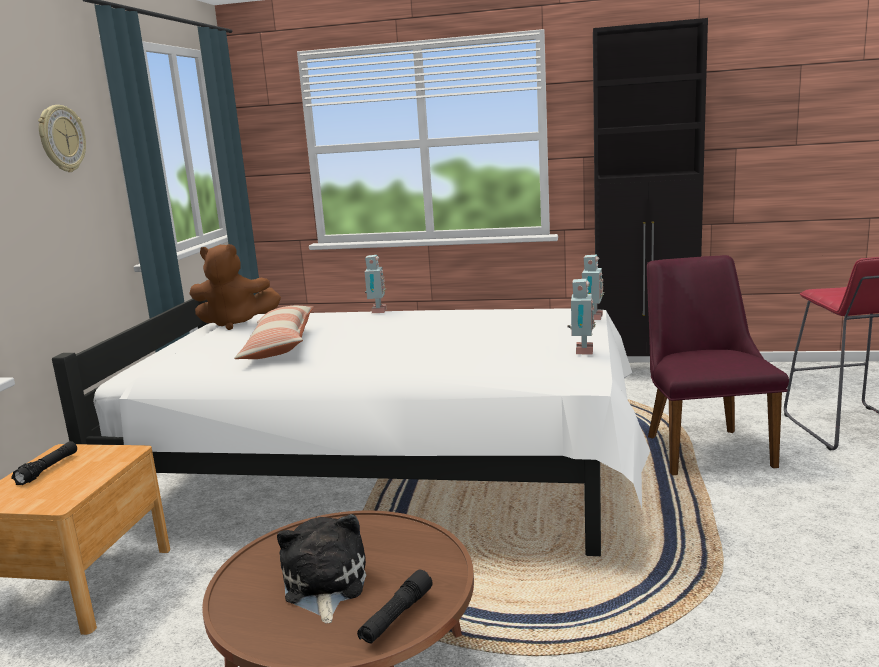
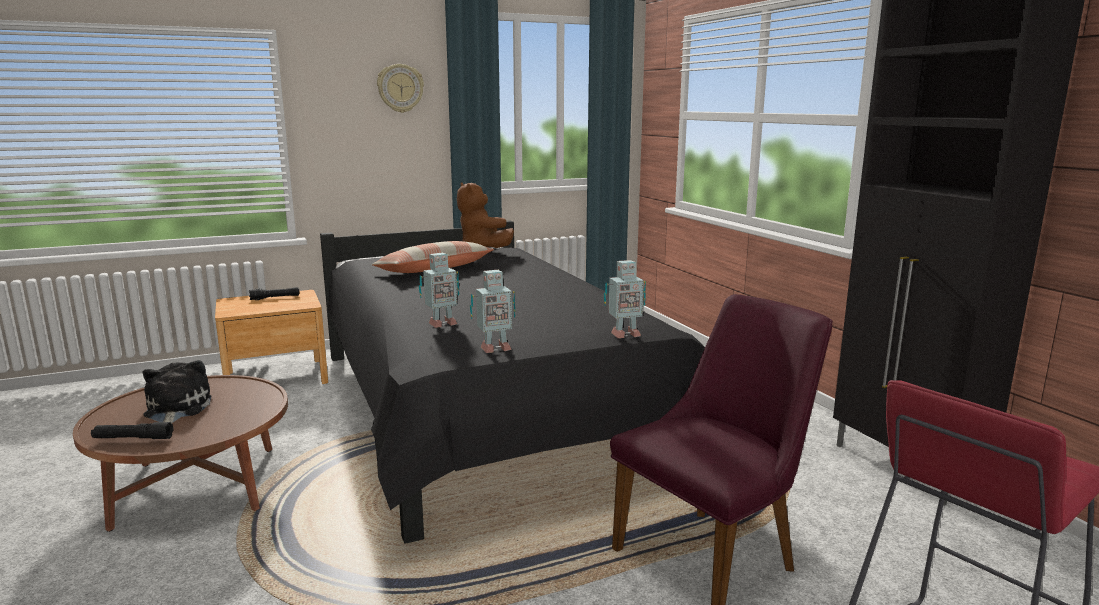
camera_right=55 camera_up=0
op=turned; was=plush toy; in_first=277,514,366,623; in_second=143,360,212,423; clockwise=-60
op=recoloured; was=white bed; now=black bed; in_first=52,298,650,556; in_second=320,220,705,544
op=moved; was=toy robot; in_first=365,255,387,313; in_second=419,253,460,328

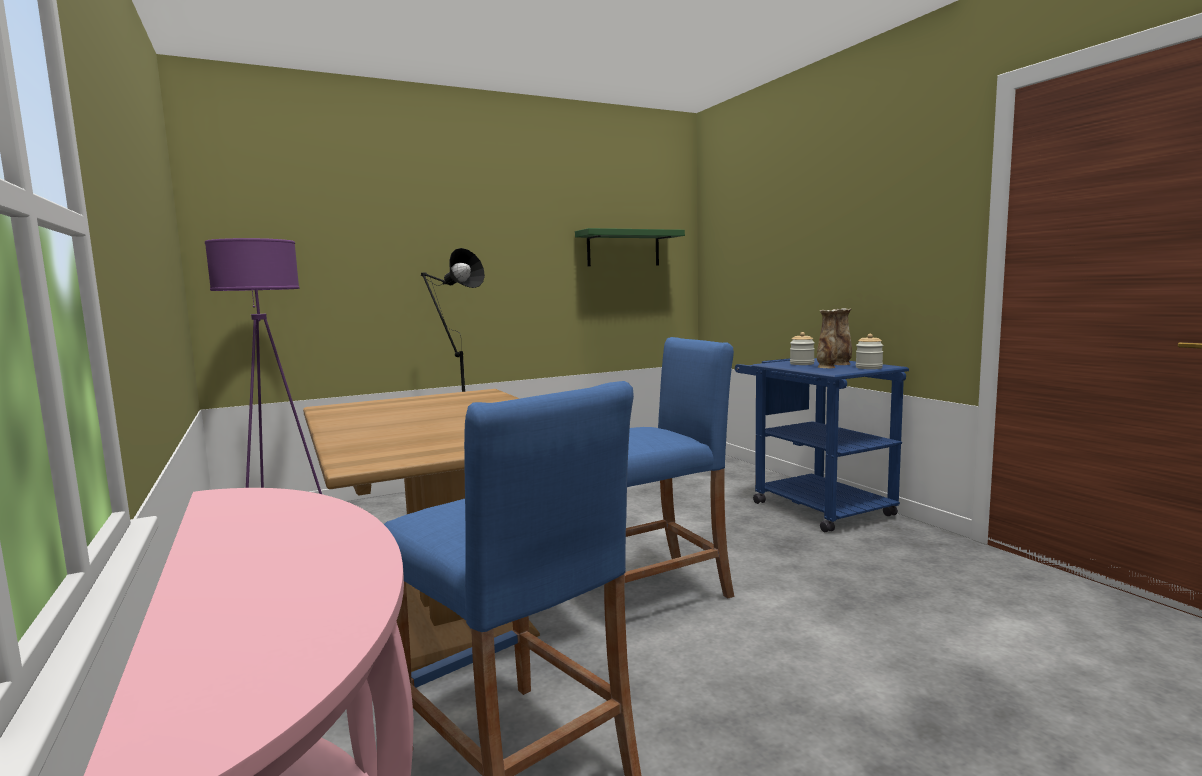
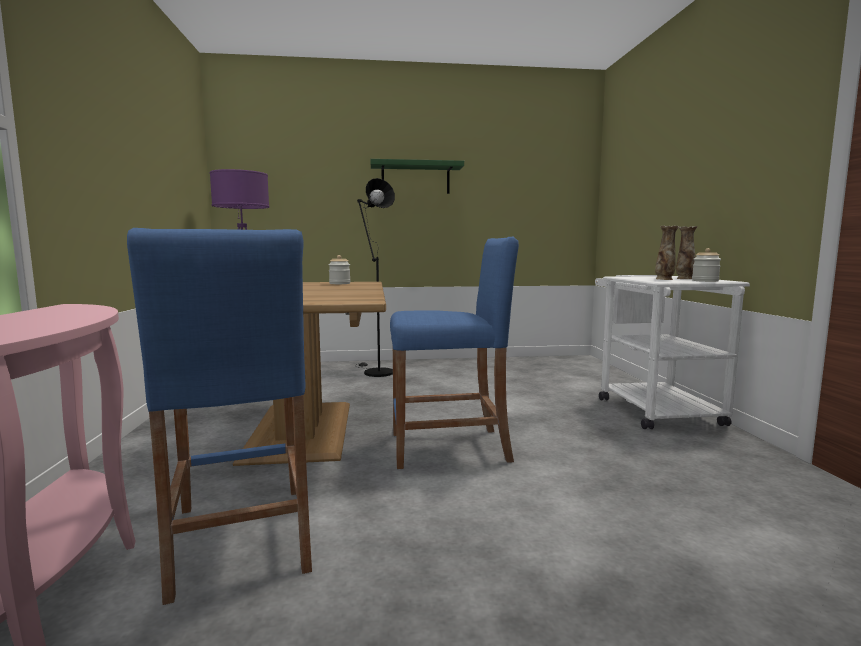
camera_right=20 camera_up=0
op=moved; was=jar; in_first=790,332,815,365; in_second=329,255,351,284
op=moved; was=green shelf; in_first=575,228,685,266; in_second=370,159,464,194
op=recoloured; was=blue cart; now=white cart; in_first=735,358,909,532; in_second=595,275,750,429

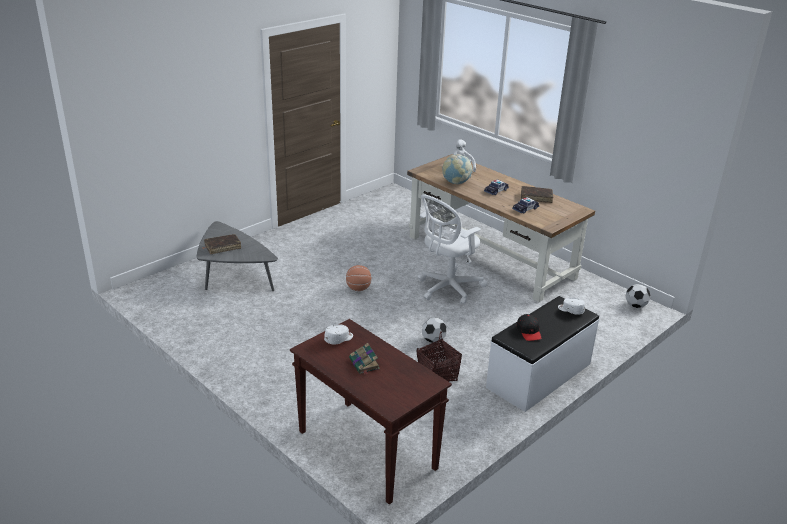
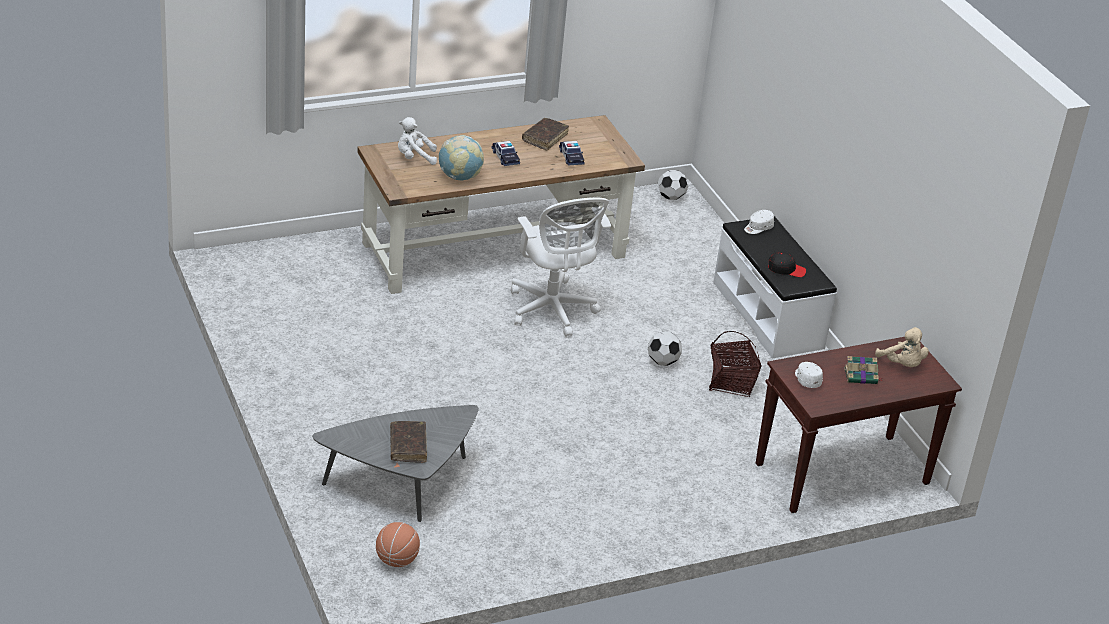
camera_right=-70 camera_up=5
op=moved; was=basketball; in_first=346,265,371,291; in_second=376,522,420,567
op=added; now=beige plush toy; in_second=875,327,929,367

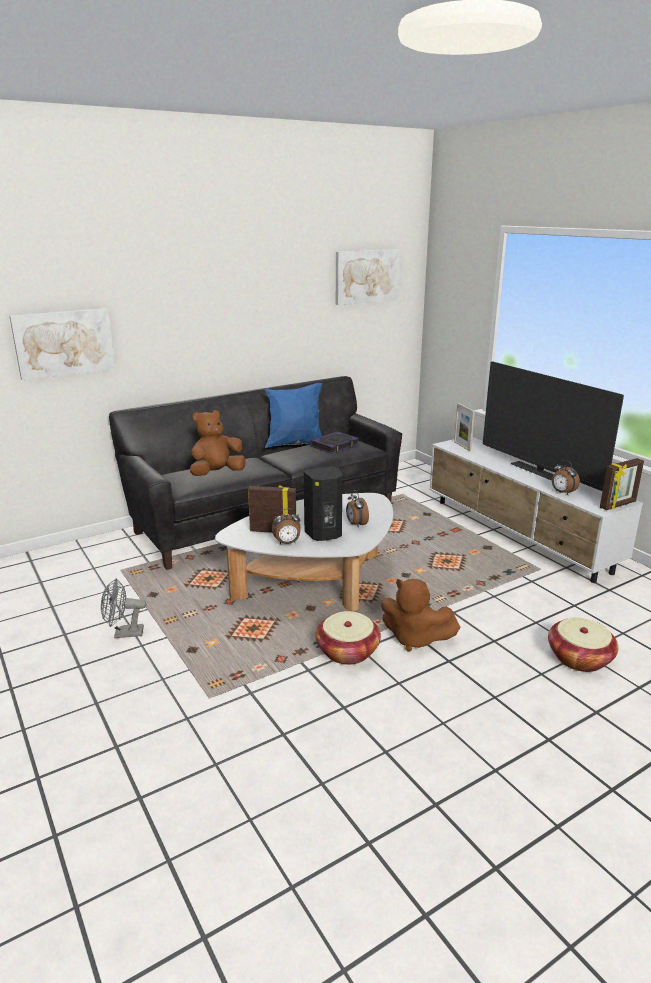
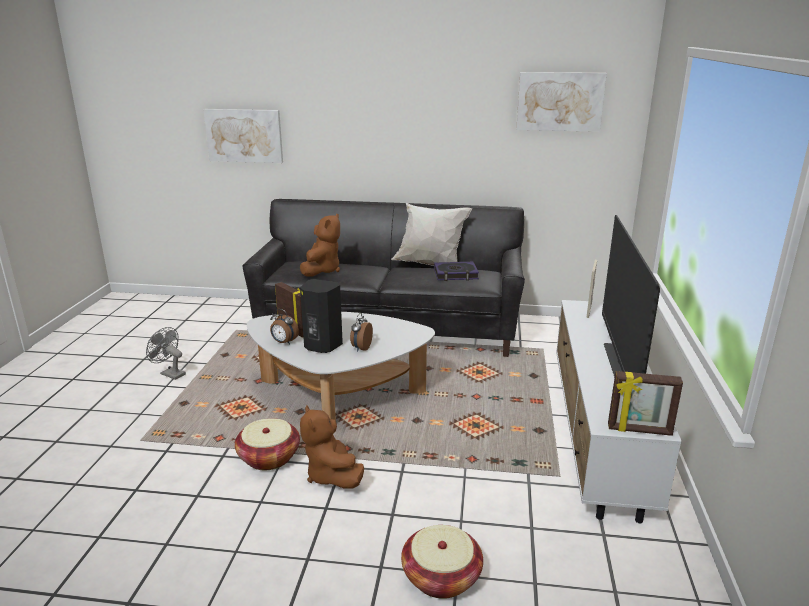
camera_right=40 camera_up=0
op=turned; was=brown plush toy; in_first=190,410,246,476; in_second=300,214,340,277; clockwise=105
op=recoloured; was=blue pillow; now=white pillow; in_first=264,383,322,448; in_second=391,203,472,266
op=removed; was=alarm clock; in_first=552,460,580,495

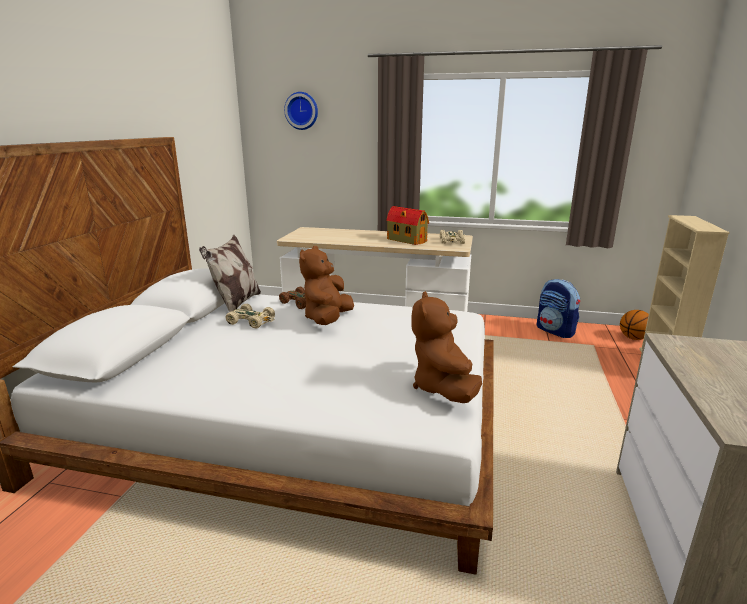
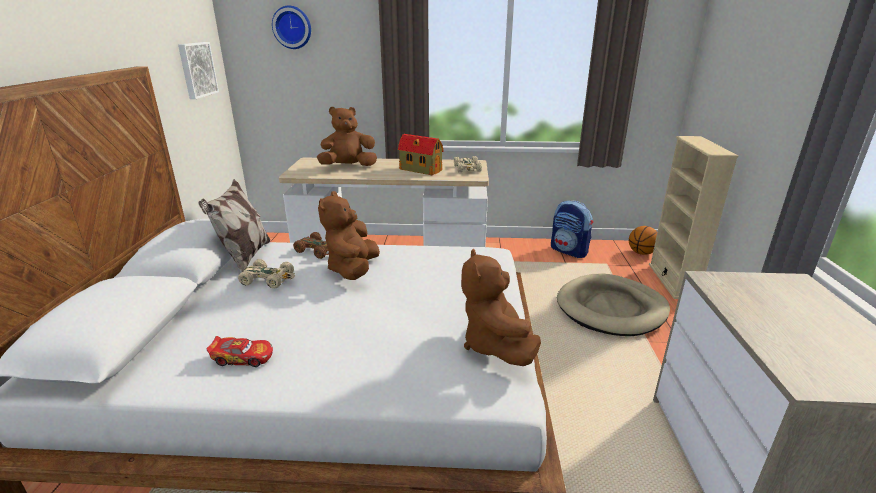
camera_right=-10 camera_up=5
op=added; now=picture; in_second=178,42,219,99
op=added; now=toy car; in_second=206,336,273,367
op=added; now=brown plush toy; in_second=317,107,377,166
op=added; now=beige dog bed; in_second=557,273,670,336

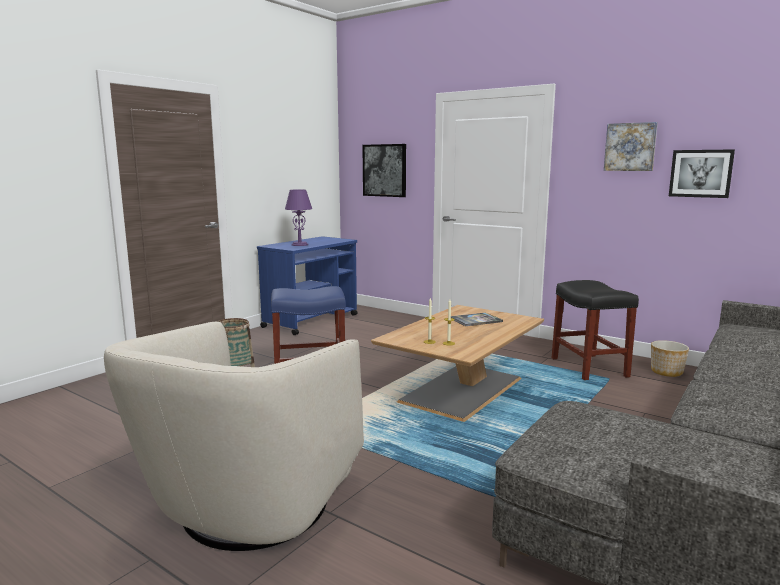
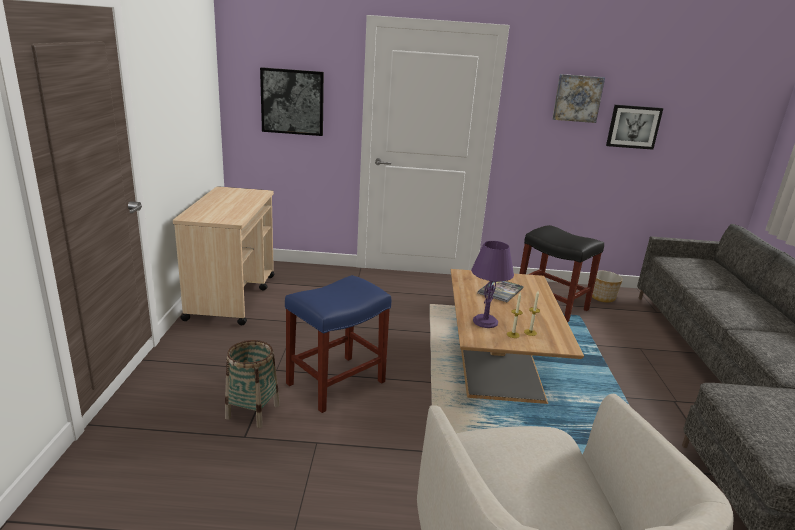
camera_right=-35 camera_up=10
op=recoloured; was=blue cart; now=beige cart; in_first=257,236,358,335; in_second=173,186,275,325
op=moved; was=purple table lamp; in_first=285,189,312,246; in_second=471,241,514,328

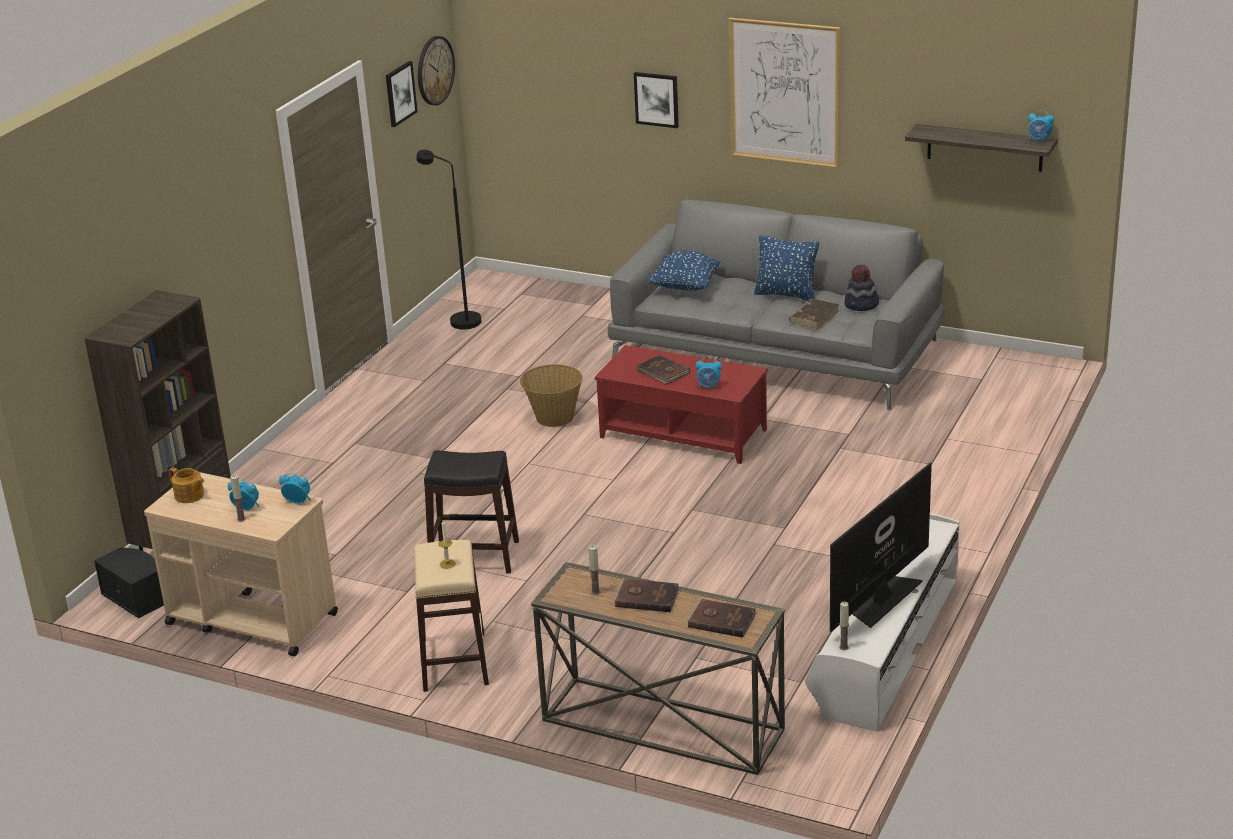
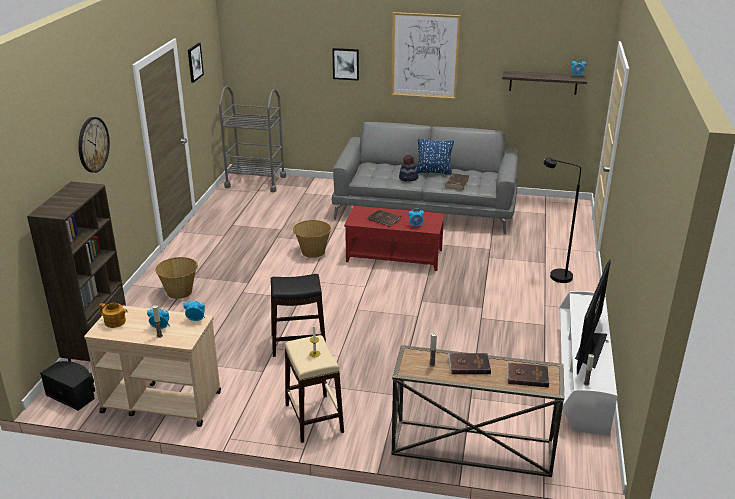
camera_right=-15 camera_up=0
op=moved; was=wall clock; in_first=418,36,455,105; in_second=78,117,110,173
op=added; now=basket; in_second=155,257,198,299
op=added; now=grey cart; in_second=219,86,286,192
op=moved; was=hat; in_first=844,265,879,311; in_second=399,155,419,182
op=moved; was=black floor lamp; in_first=416,150,481,329; in_second=544,157,581,283
op=removed; was=blue pillow; in_first=647,251,722,291

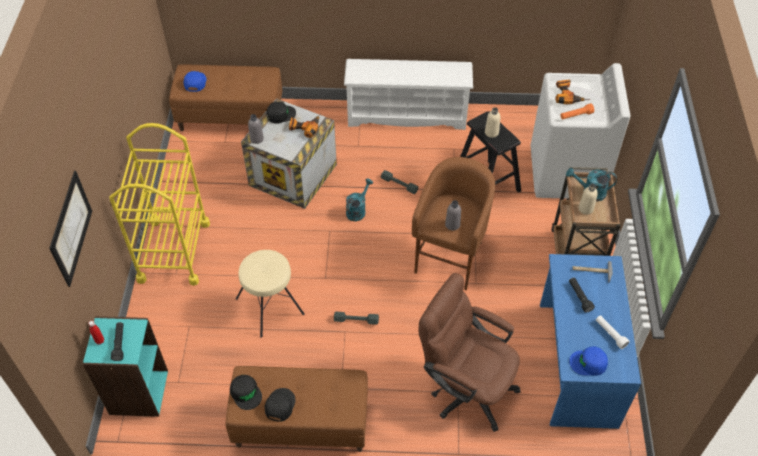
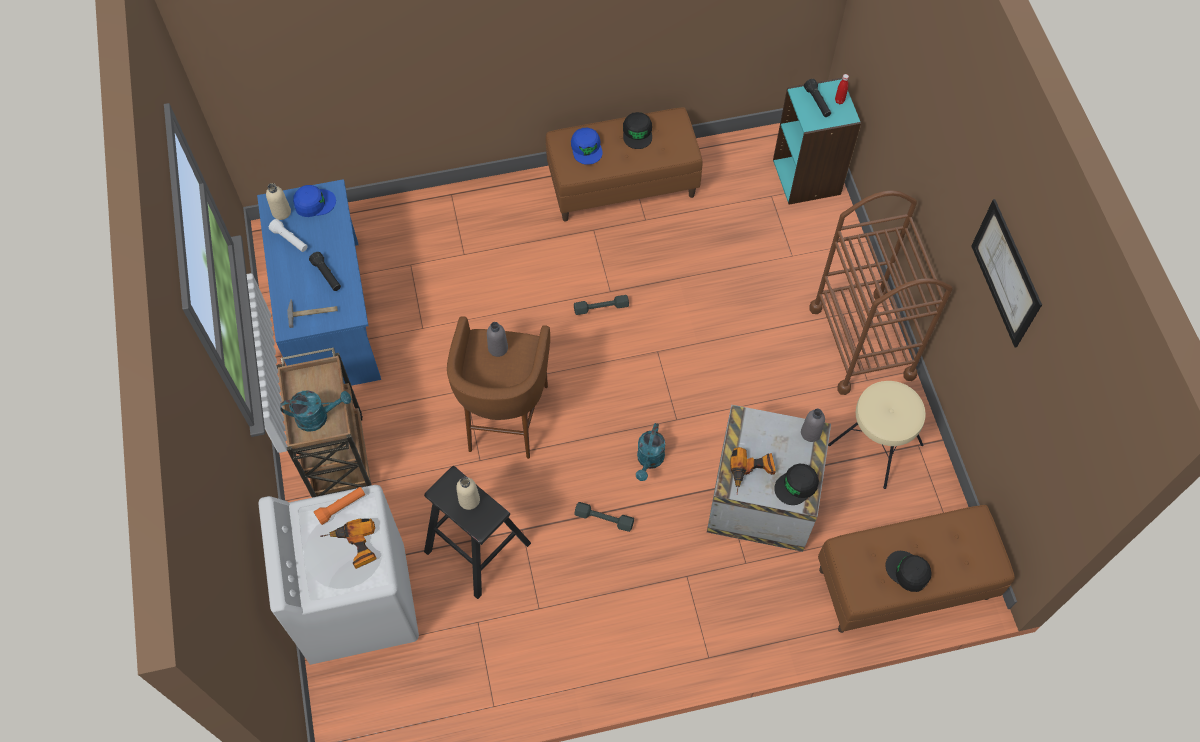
camera_right=165 camera_up=10
op=moved; was=beige bottle; in_first=579,184,598,215; in_second=266,183,291,220
op=moved; was=blue cap; in_first=183,71,207,92; in_second=571,128,603,165
op=recoloured; was=yellow cart; now=brown cart; in_first=109,123,210,286; in_second=809,190,952,395
op=moved; was=beige stool; in_first=236,250,305,338; in_second=828,381,926,489
op=moved; was=black cap; in_first=230,375,262,410; in_second=885,551,932,592
op=moved; was=picture; in_first=49,171,92,287; in_second=971,199,1042,348
op=removed; was=white shoe rack; in_first=344,59,473,130
op=removed; was=brown office chair; in_first=419,273,521,432

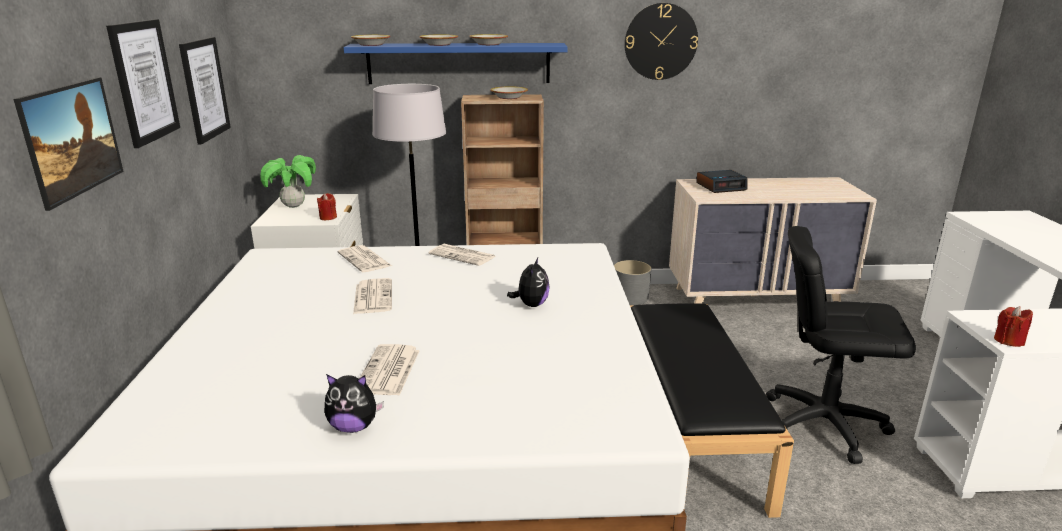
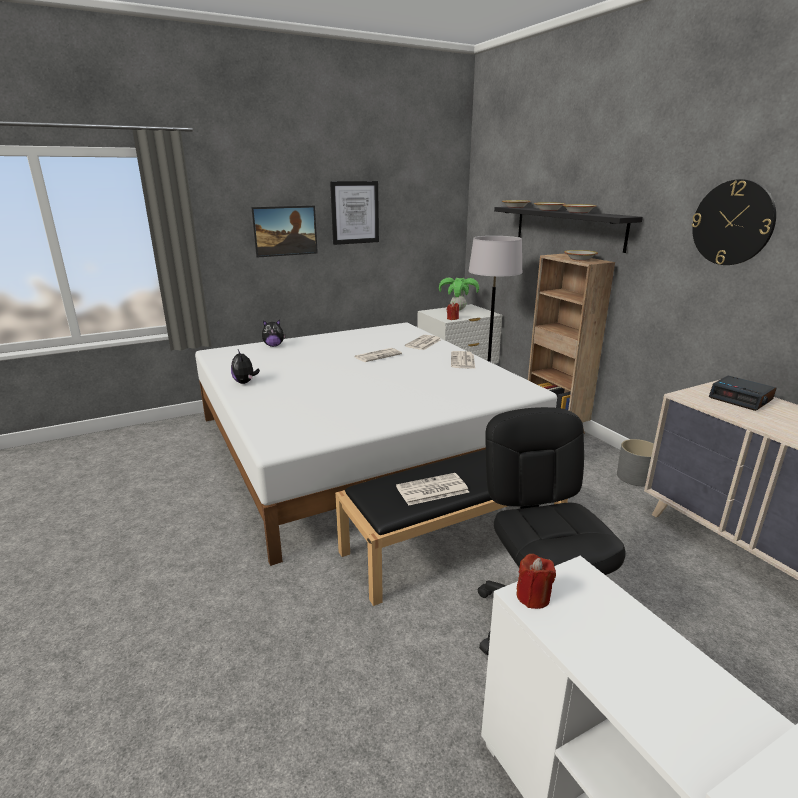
camera_right=65 camera_up=0
op=moved; was=plush toy; in_first=507,258,550,307; in_second=262,320,286,347
op=moved; was=newspaper; in_first=360,344,420,396; in_second=396,473,469,506
op=recoloured; was=blue shelf; now=black shelf; in_first=344,43,568,84; in_second=494,207,643,253
op=removed; was=picture; in_first=179,37,231,145

